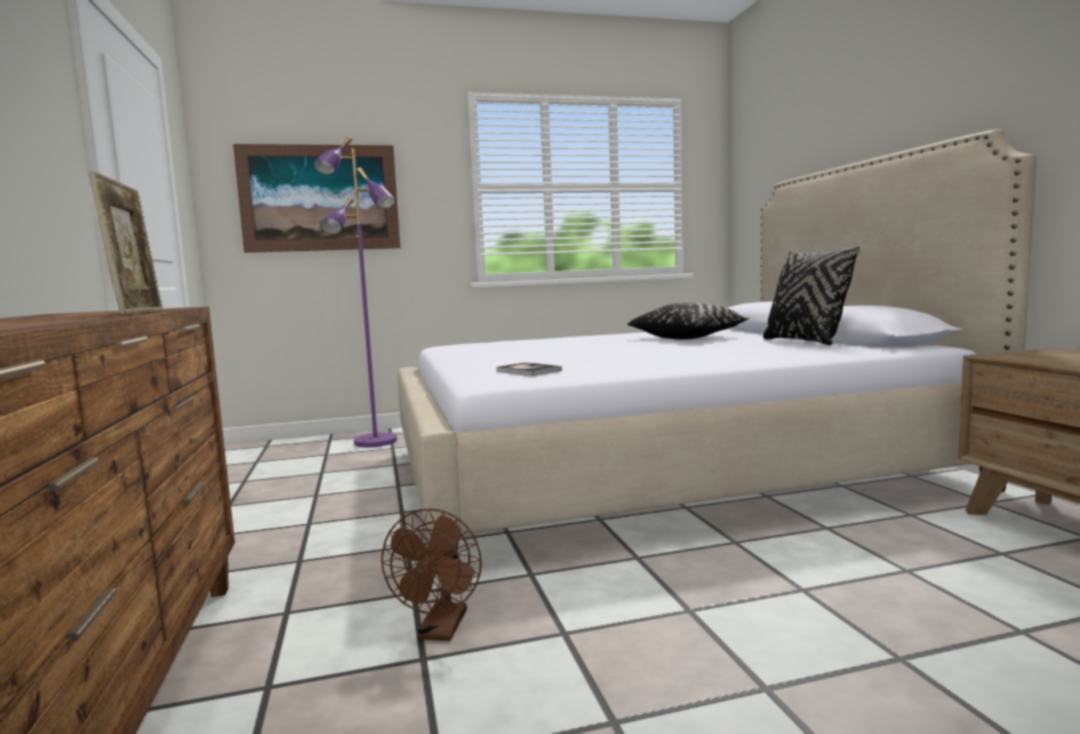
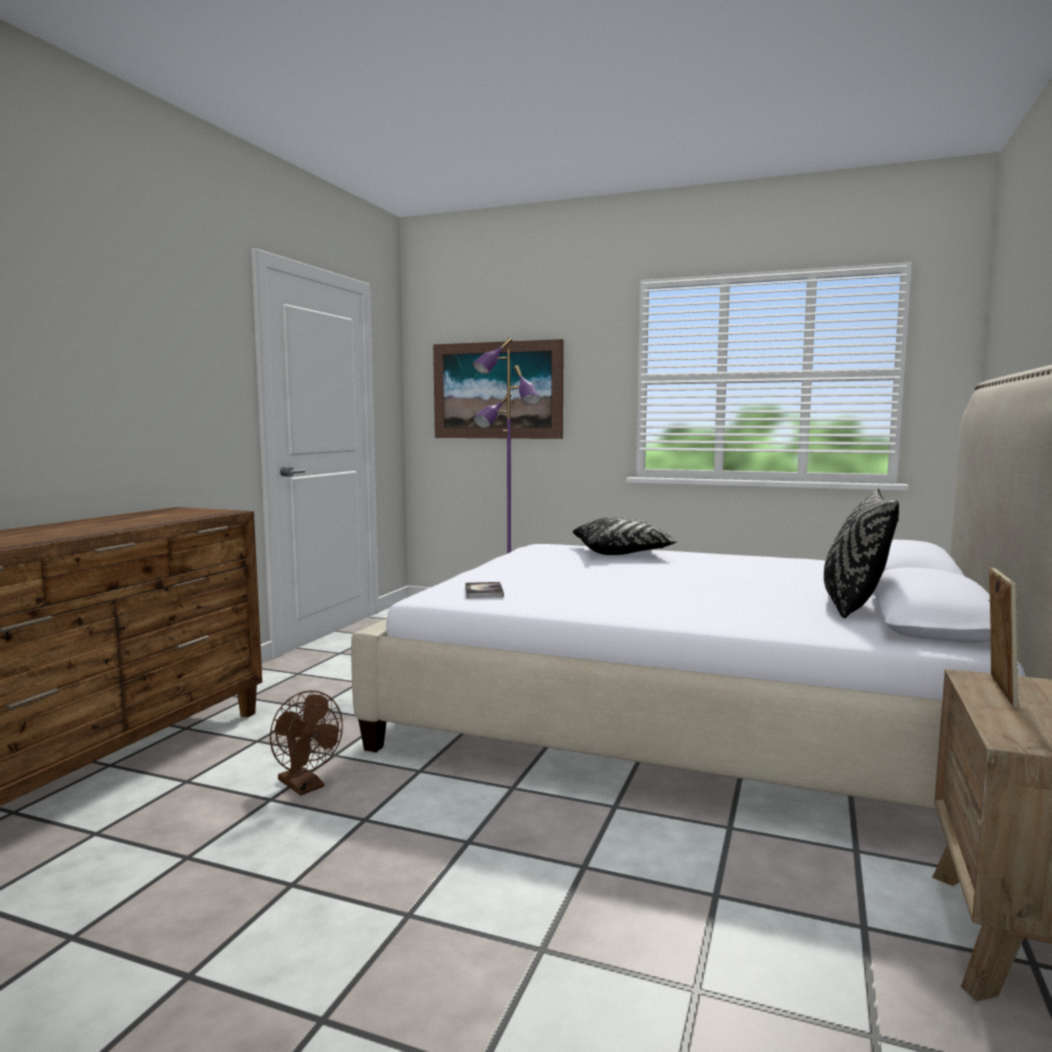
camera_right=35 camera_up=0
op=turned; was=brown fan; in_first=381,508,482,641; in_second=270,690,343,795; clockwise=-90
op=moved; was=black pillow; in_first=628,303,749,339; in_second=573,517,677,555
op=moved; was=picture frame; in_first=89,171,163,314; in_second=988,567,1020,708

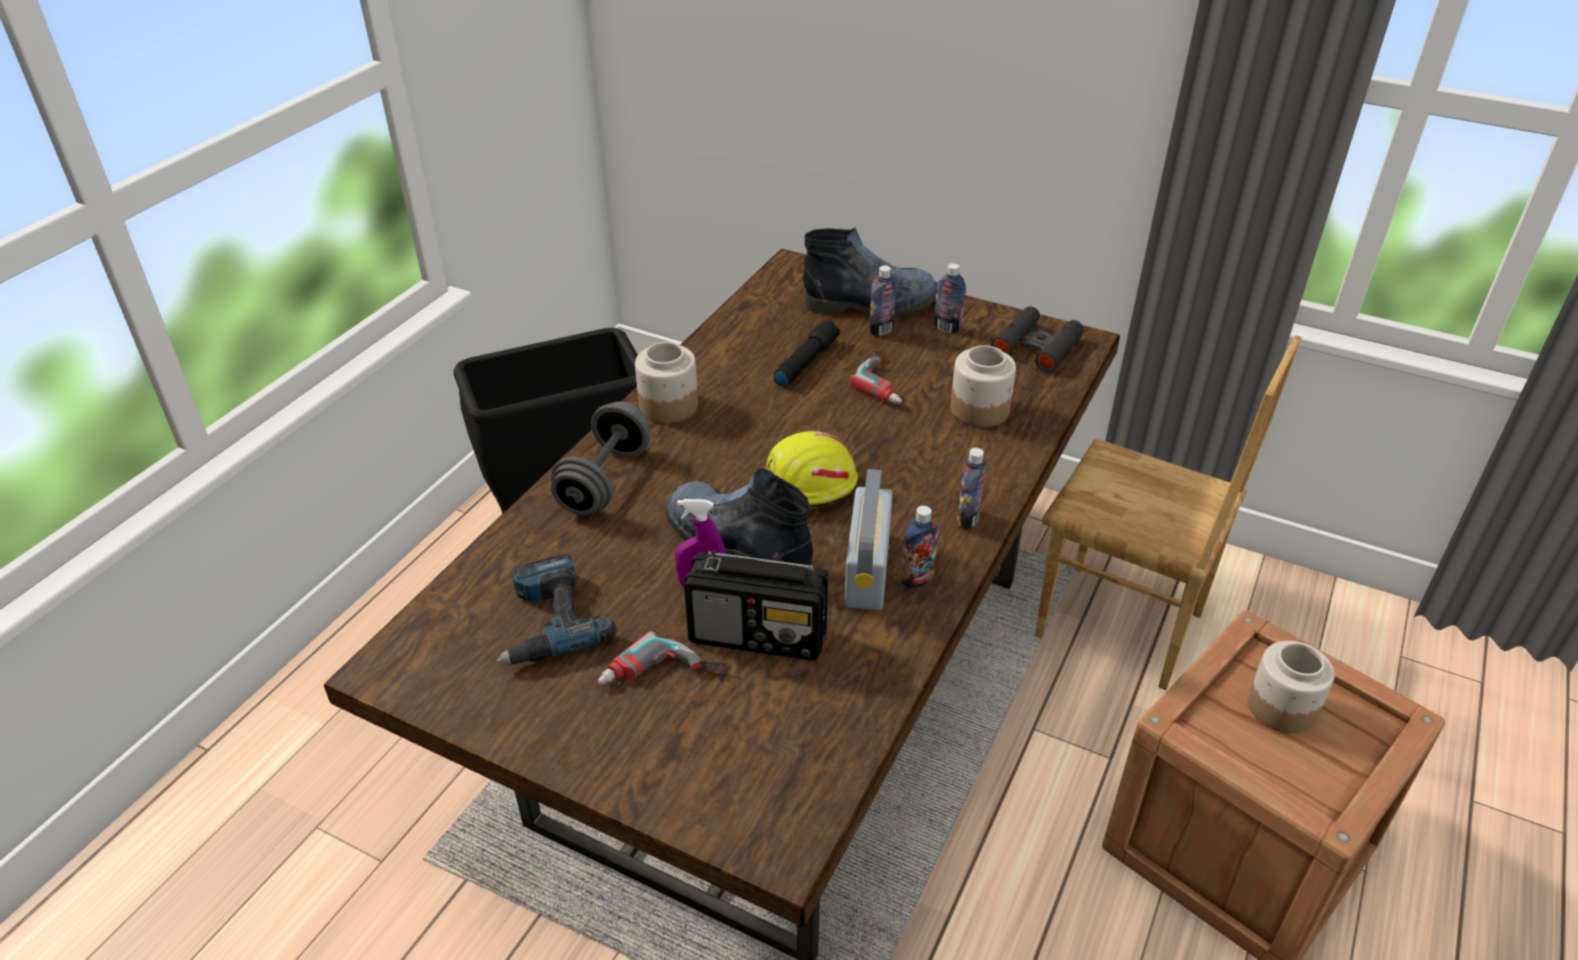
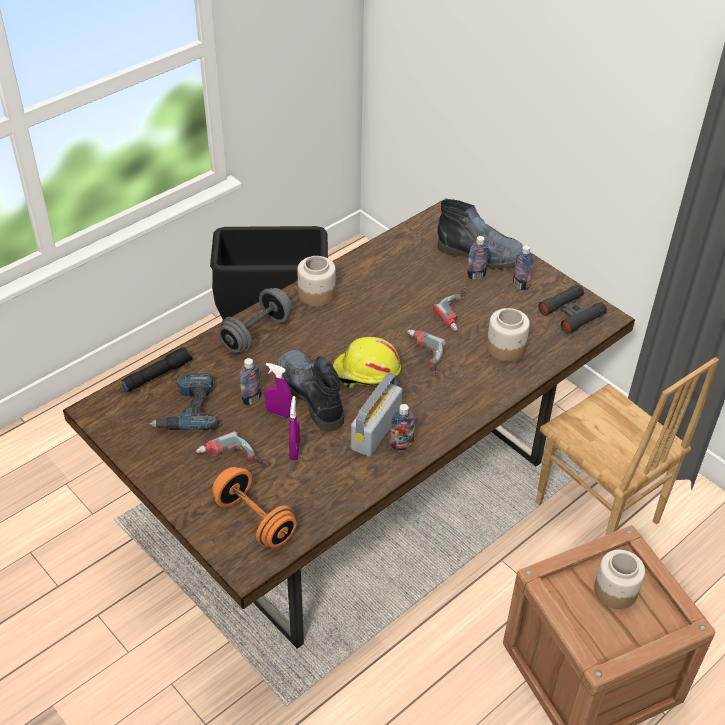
camera_right=20 camera_up=5
op=moved; was=black flashlight; in_first=774,320,840,387; in_second=121,347,193,392
op=added; now=orange dumbbell; in_second=212,467,297,548
op=moved; was=bottle; in_first=957,448,986,530; in_second=240,358,261,405
op=replaced; was=radio; now=purple spray bottle; in_first=684,550,828,661; in_second=289,396,300,461
op=added; now=power drill; in_second=407,330,446,376

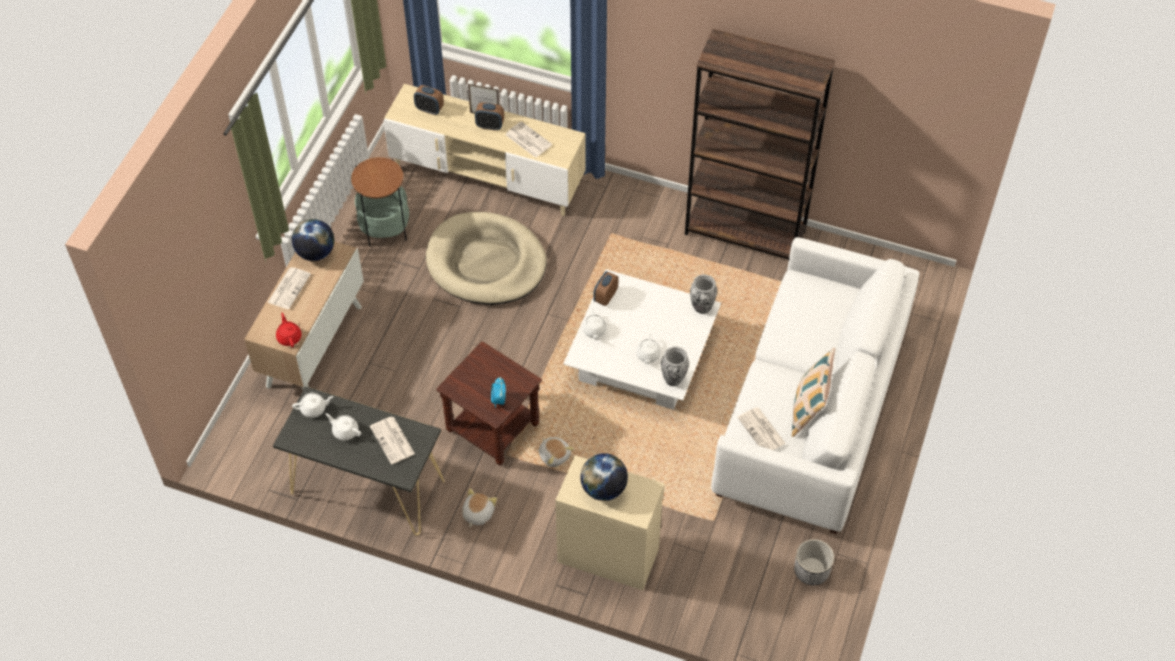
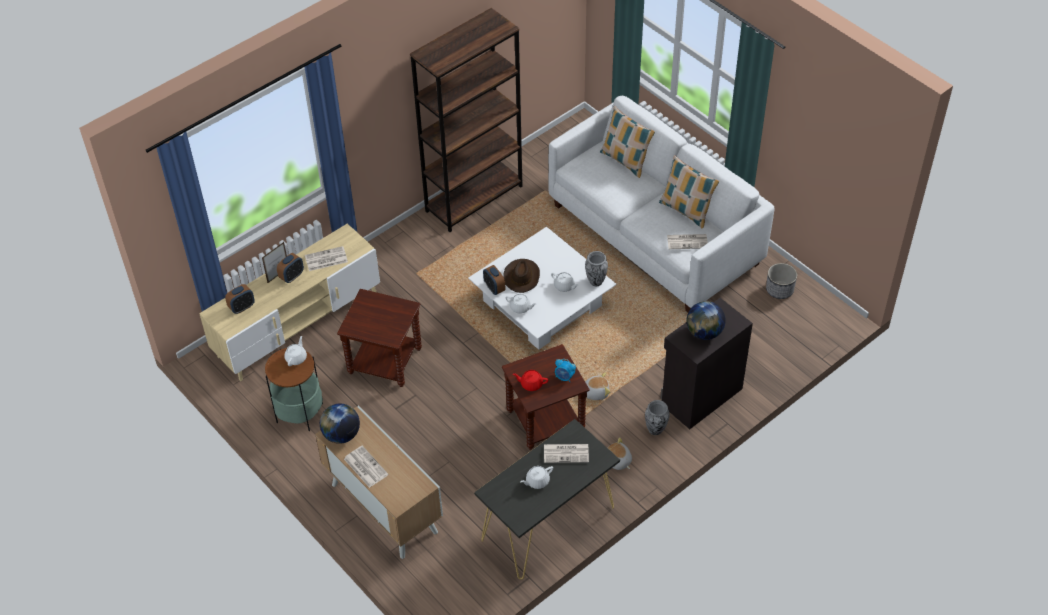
camera_right=-60 camera_up=-5
op=moved; was=white teapot; in_first=292,393,334,418; in_second=284,336,307,366
op=replaced; was=beige dog bed; now=brown side table; in_first=426,212,547,305; in_second=337,289,422,387
op=added; now=brown hat; in_second=503,259,540,293
op=moved; was=red teapot; in_first=276,312,301,347; in_second=513,370,548,391
op=added; now=pillow; in_second=600,106,655,178
op=moved; was=vase; in_first=690,274,717,314; in_second=645,400,670,435
op=recoloured; was=beige cabinet; now=black cabinet; in_first=555,455,665,590; in_second=660,298,753,429

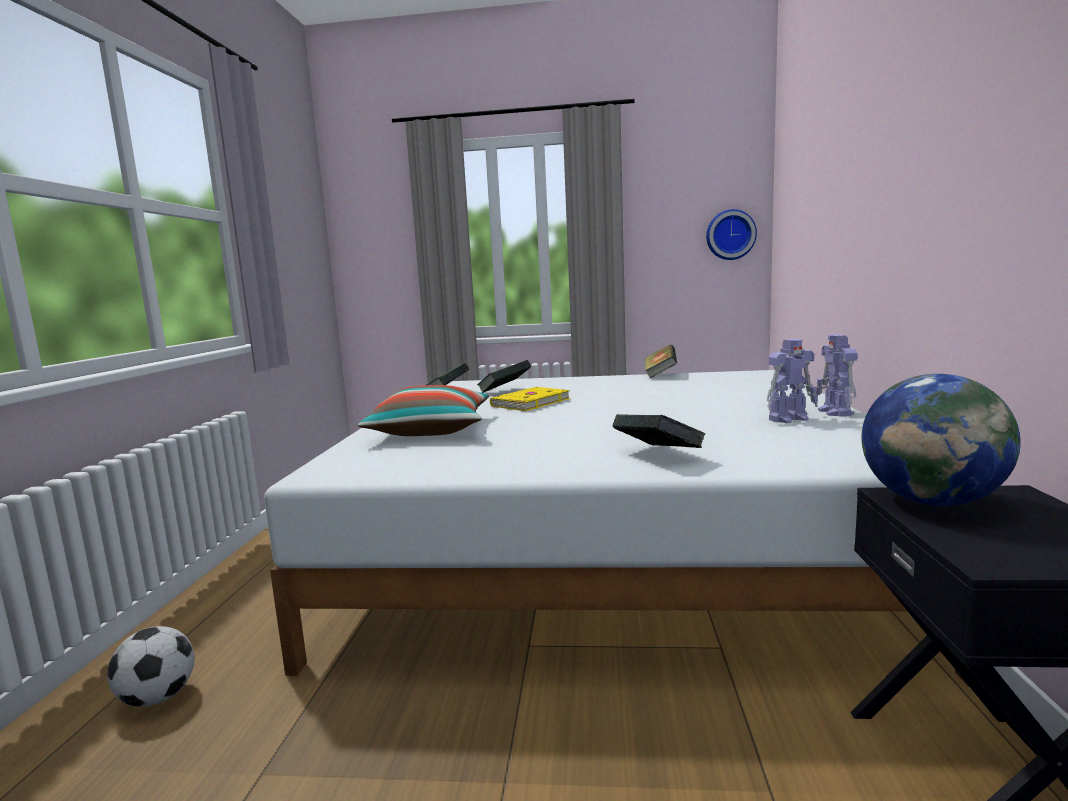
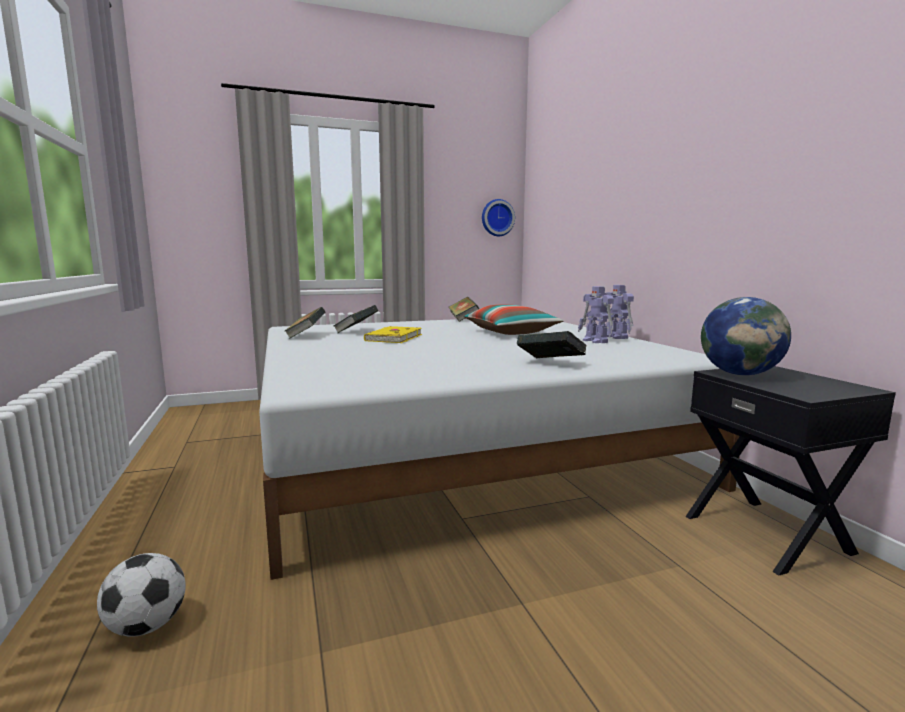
camera_right=-25 camera_up=0
op=moved; was=pillow; in_first=358,385,489,436; in_second=464,304,563,335
op=turned; was=toy robot; in_first=767,339,818,423; in_second=578,286,614,343; clockwise=105

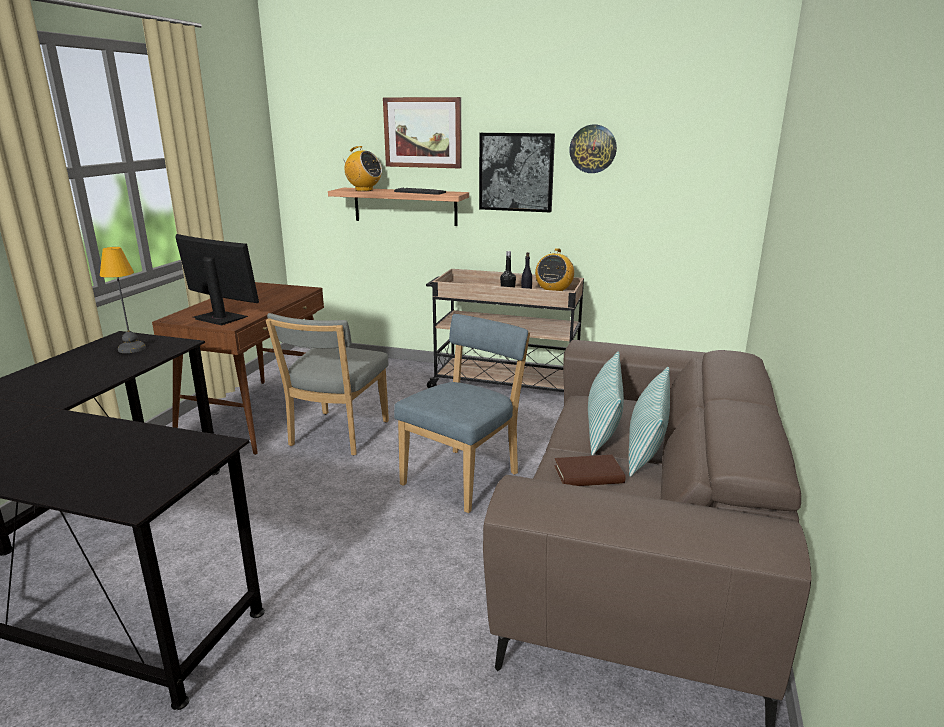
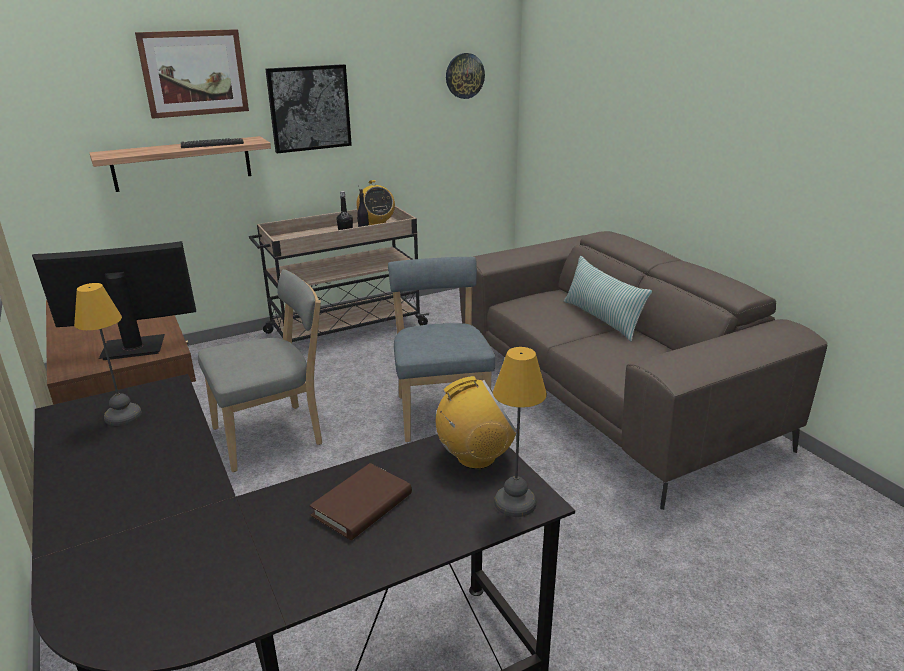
camera_right=-45 camera_up=5
op=turned; was=grey chair; in_first=266,313,389,455; in_second=198,269,322,472; clockwise=-90
op=moved; was=brown book; in_first=554,455,625,486; in_second=309,463,412,540
op=moved; was=radio; in_first=340,146,382,191; in_second=436,376,517,469
op=moved; was=wall clock; in_first=569,124,617,173; in_second=446,53,485,99
op=added; now=table lamp; in_second=493,347,547,517
op=removed; was=pillow; in_first=588,352,624,456

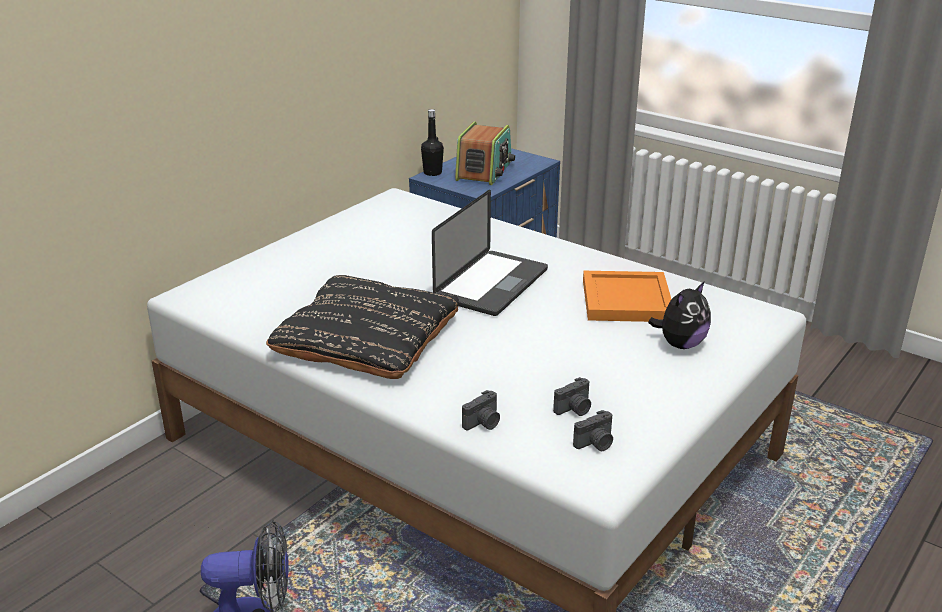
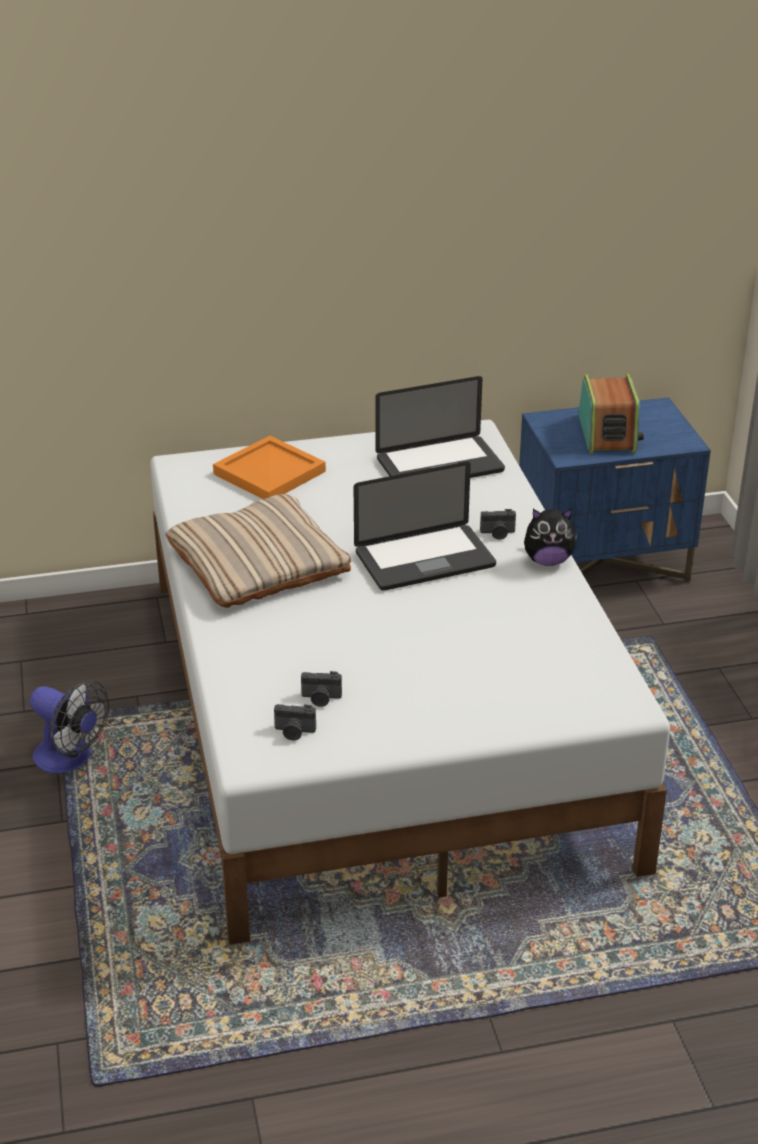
camera_right=40 camera_up=5
op=recoloured; was=black pillow; now=beige pillow; in_first=266,275,459,379; in_second=165,494,351,608
op=moved; was=orange tray; in_first=583,271,671,322; in_second=213,436,326,499
op=added; now=laptop; in_second=375,376,505,478
op=moved; was=photo camera; in_first=462,390,500,430; in_second=480,509,516,540
op=moved; was=plush toy; in_first=648,281,711,349; in_second=524,508,578,566
op=turned; was=radio; in_first=455,121,515,185; in_second=579,374,644,454; clockwise=-60
op=removed; was=black bottle; in_first=421,109,444,176

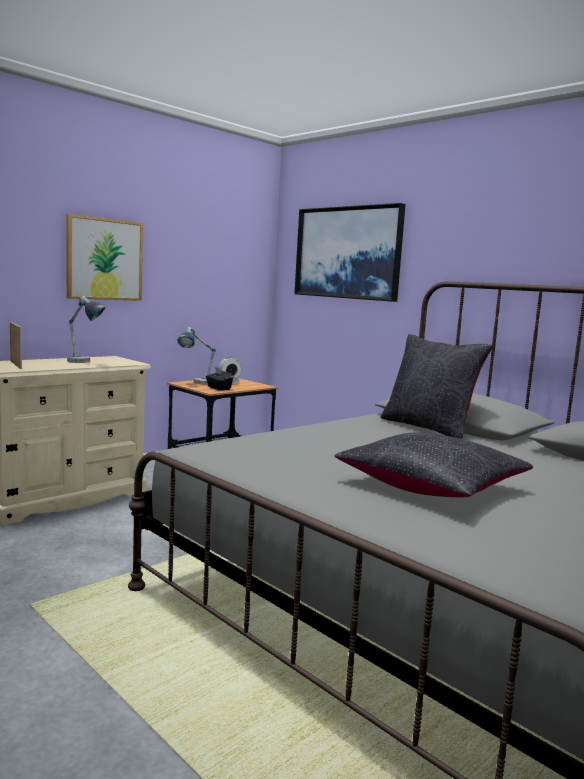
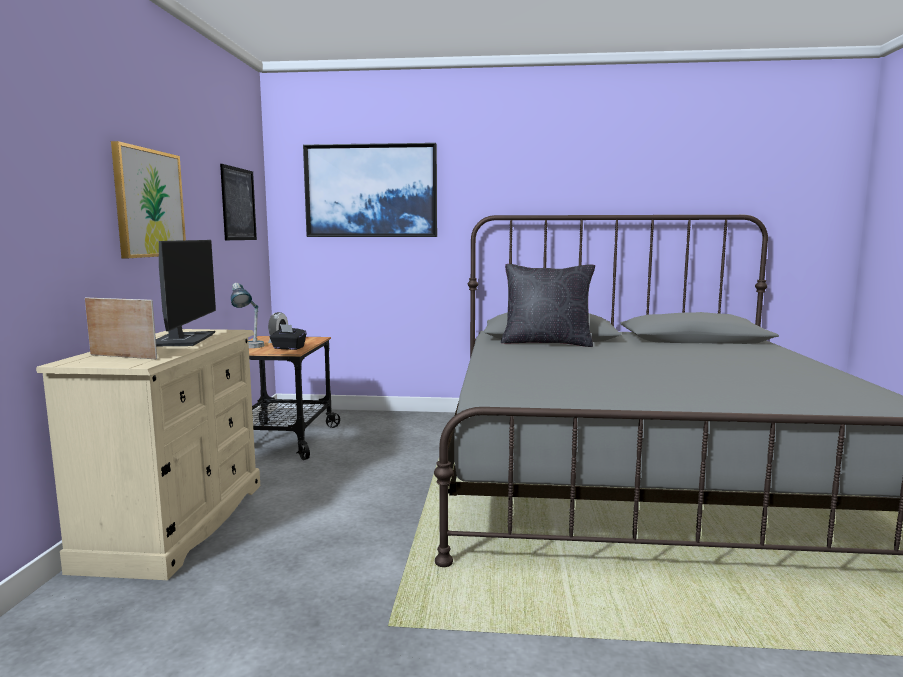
camera_right=-40 camera_up=0
op=replaced; was=table lamp; now=monitor; in_first=67,296,105,363; in_second=156,240,216,346
op=added; now=picture; in_second=220,164,257,240
op=removed; was=black pillow; in_first=334,433,533,497

